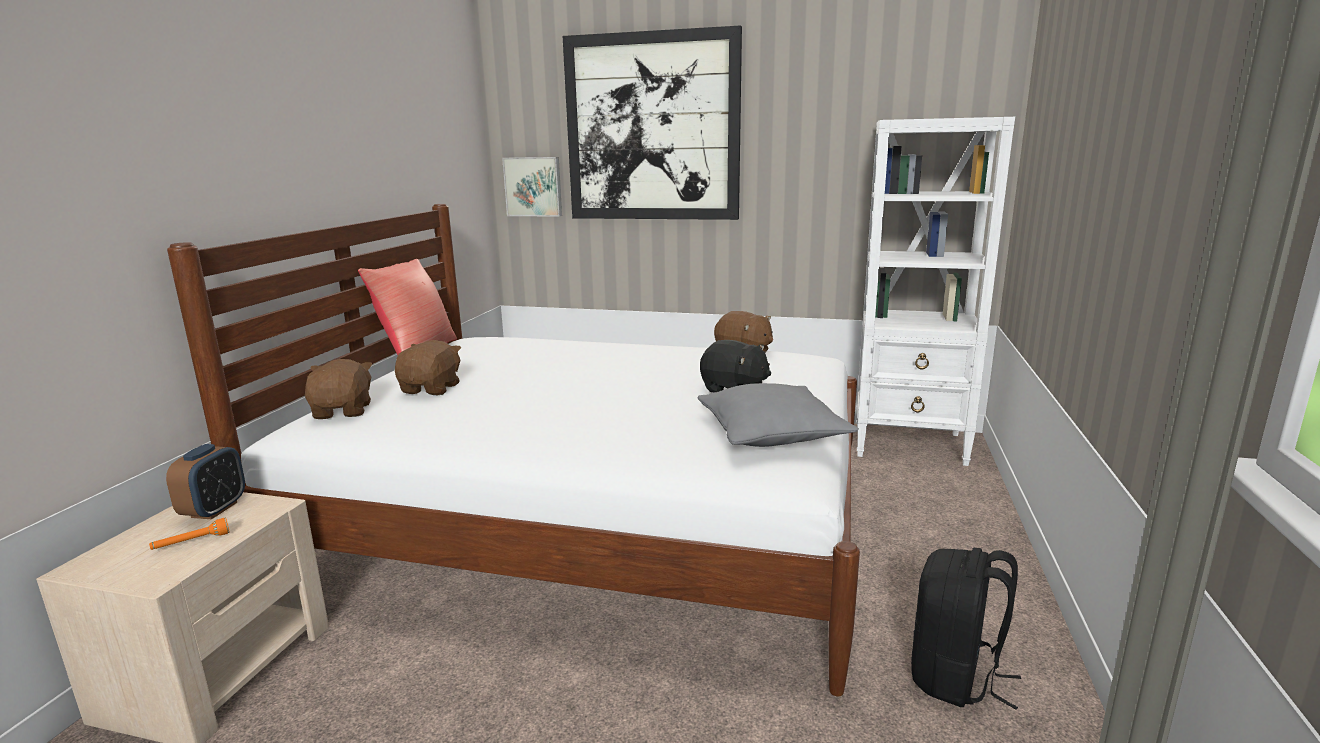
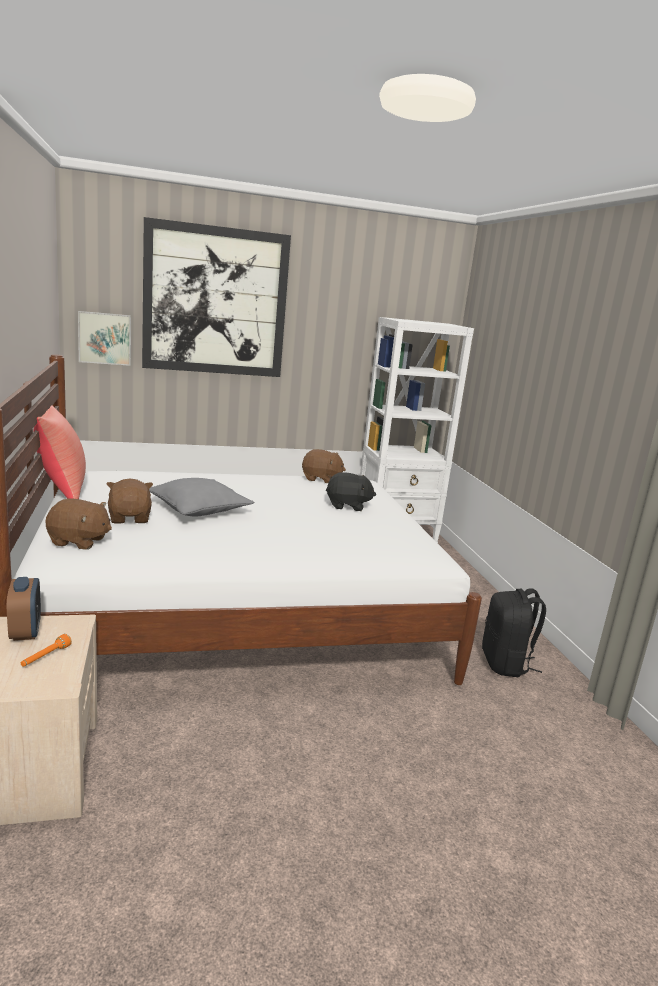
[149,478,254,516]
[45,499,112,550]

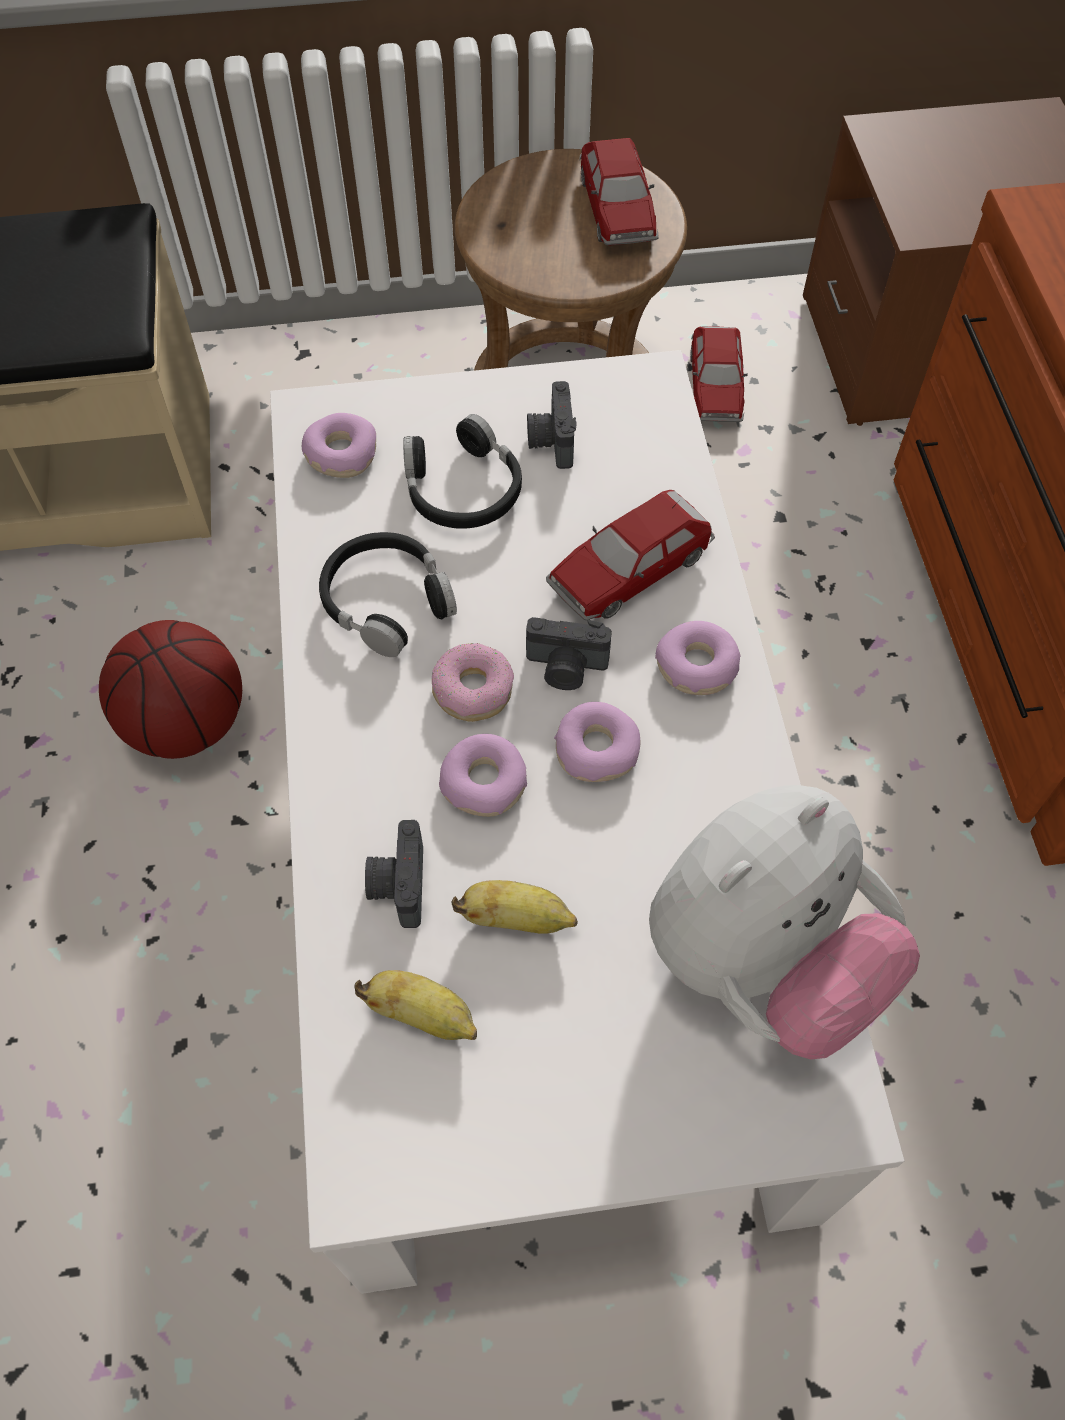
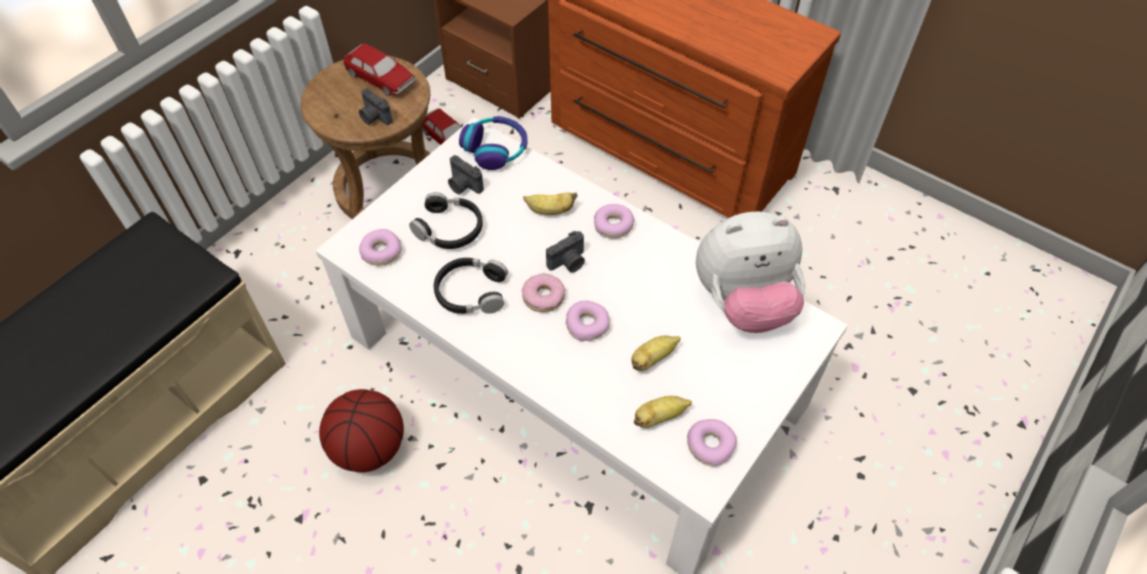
[459,116,528,170]
[359,88,393,125]
[687,419,737,466]
[523,192,578,215]
[696,212,805,333]

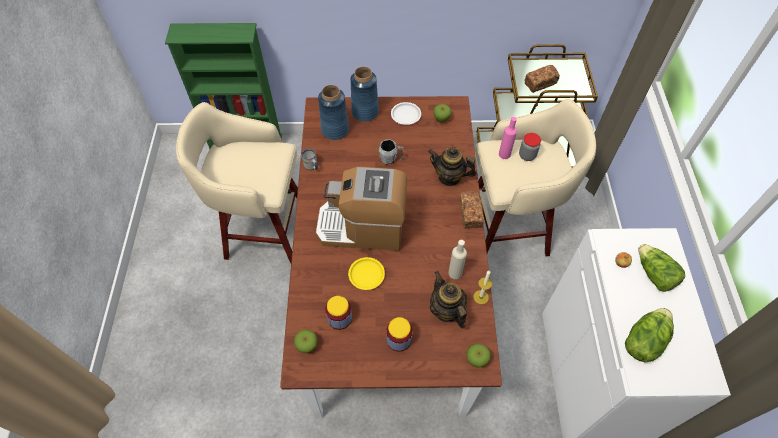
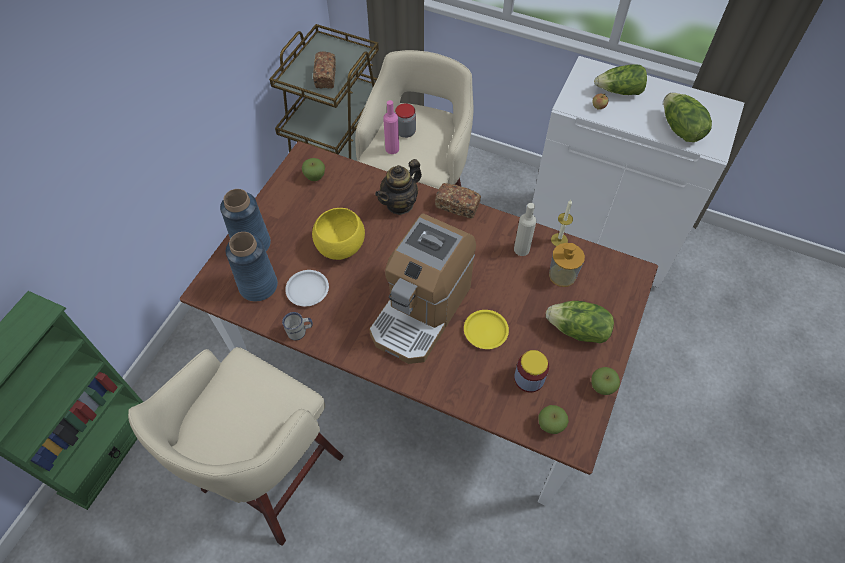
[285,270,329,306]
[591,367,620,395]
[312,208,365,260]
[546,301,614,343]
[549,243,585,287]

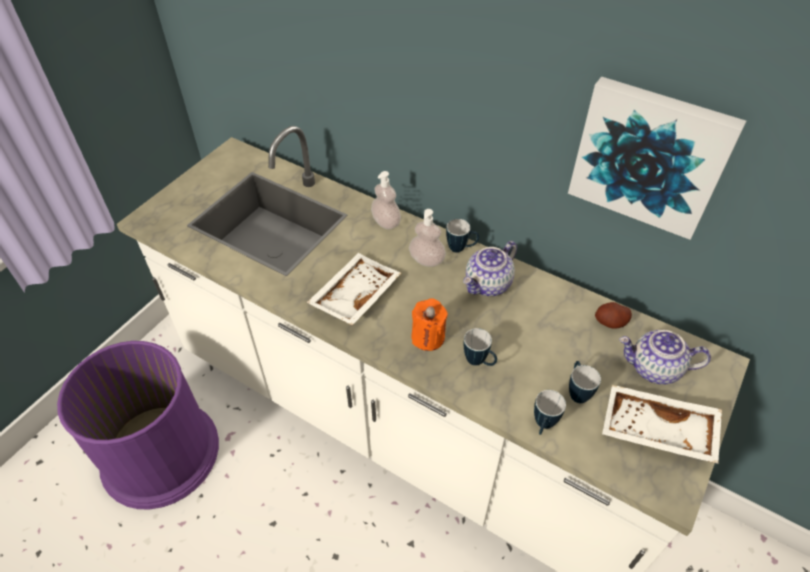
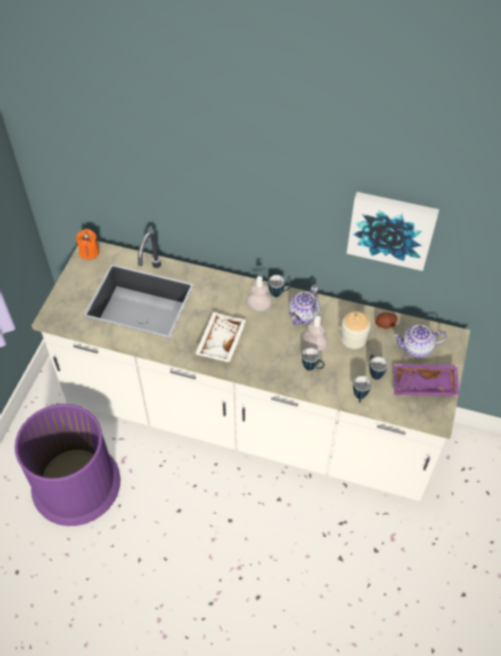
[340,311,370,349]
[303,316,328,352]
[76,229,99,260]
[394,364,459,396]

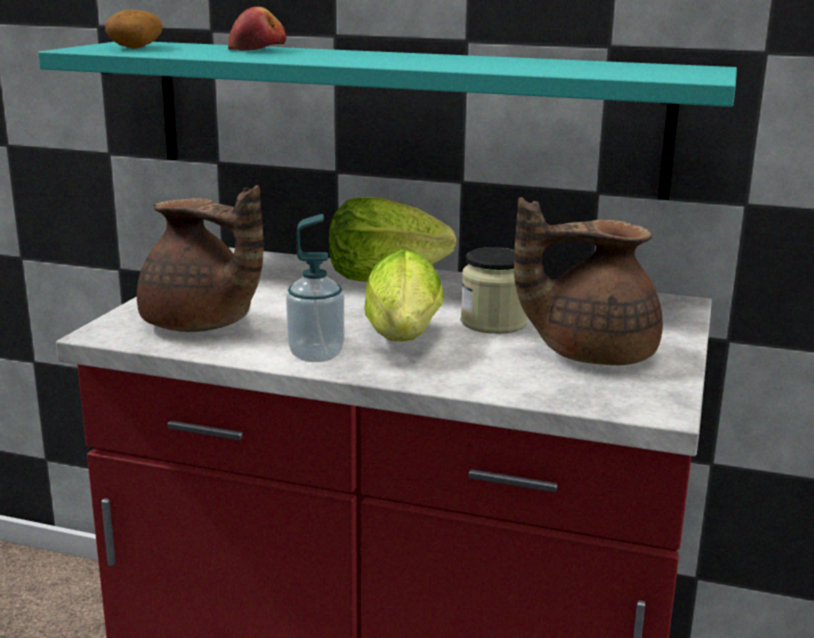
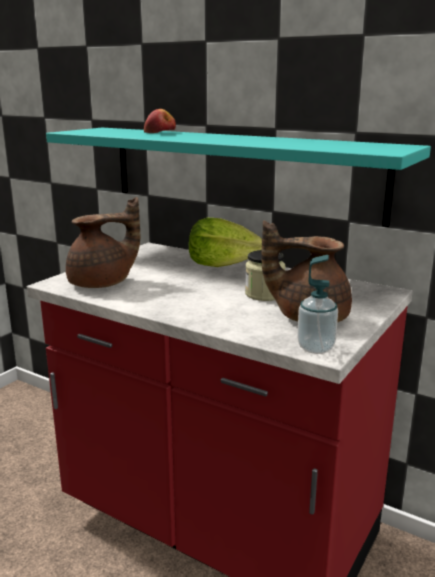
[105,10,163,49] (first image)
[365,250,444,341] (first image)
[297,255,338,354]
[66,197,140,288]

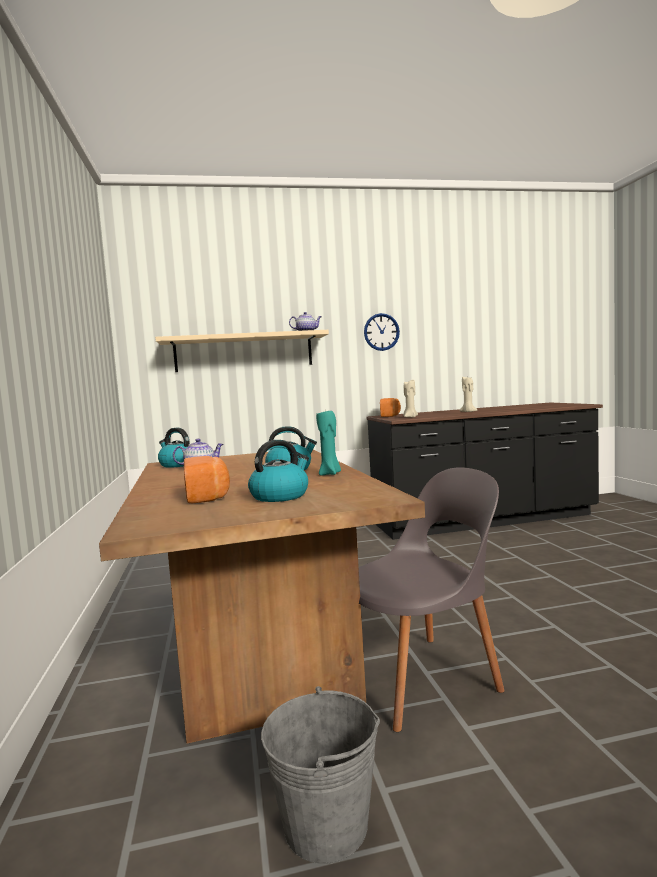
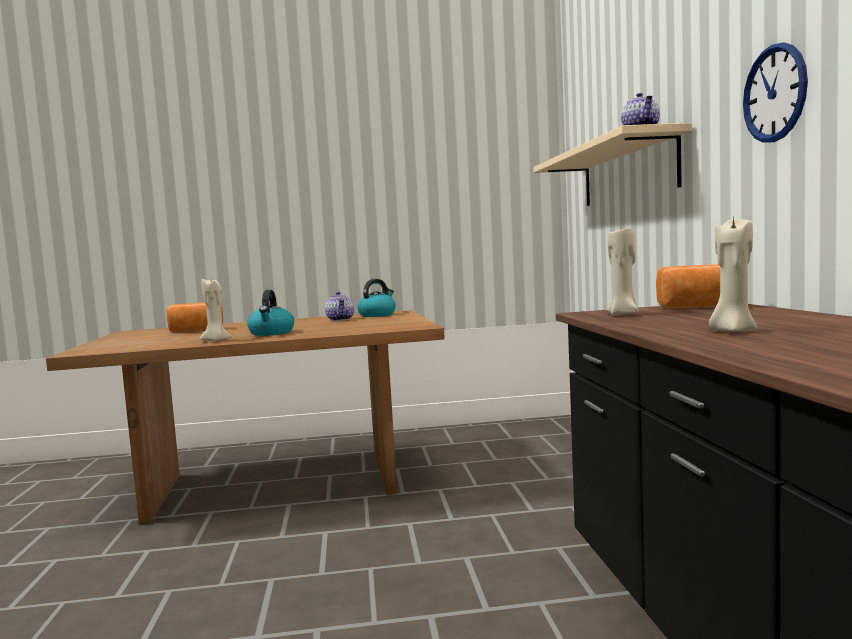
[248,440,309,502] (first image)
[261,686,380,863] (first image)
[359,467,504,732] (first image)
[200,279,232,341]

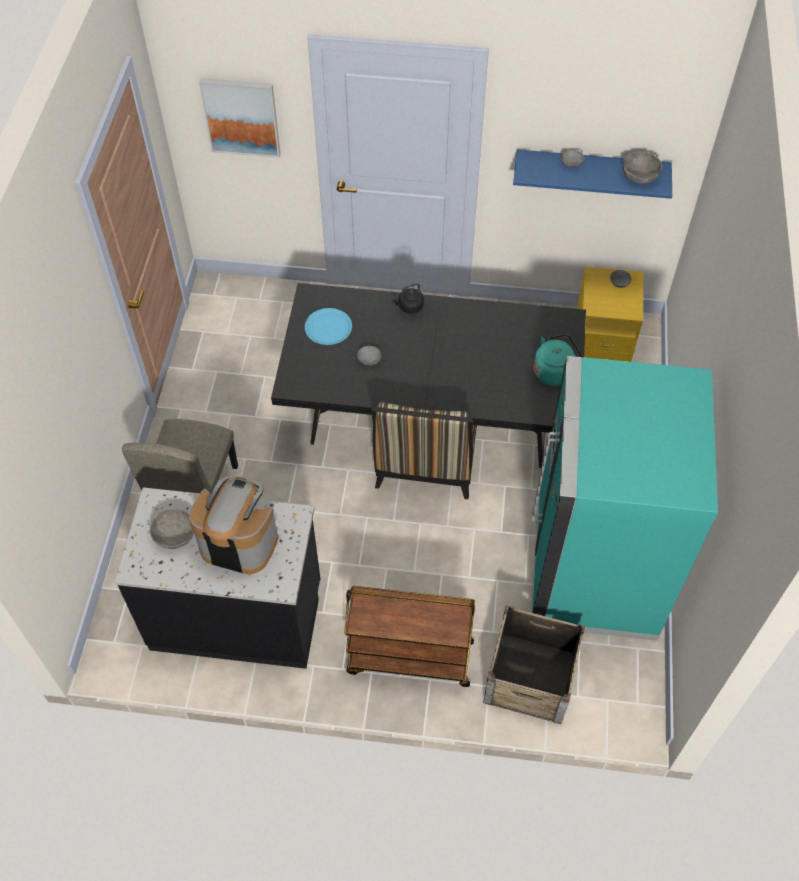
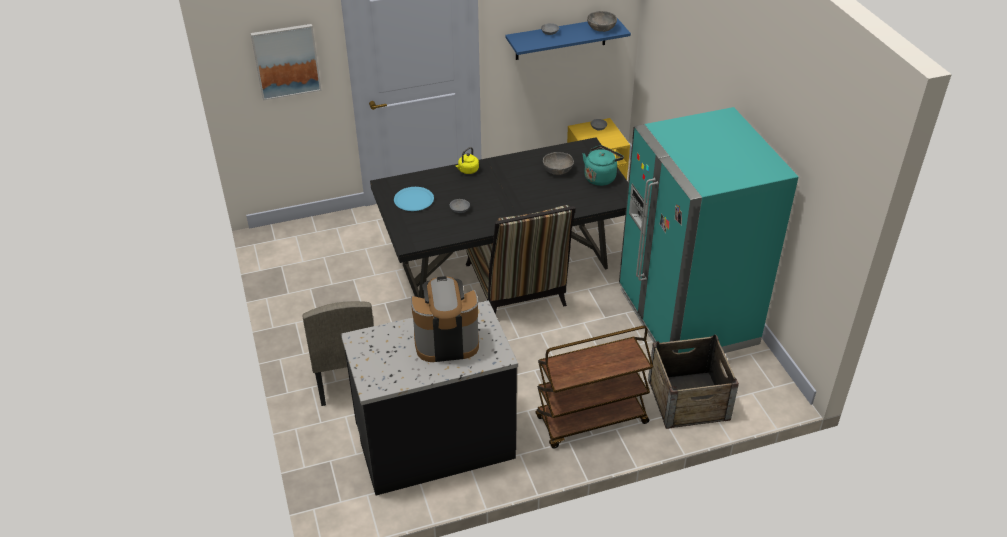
[543,152,574,175]
[455,147,479,174]

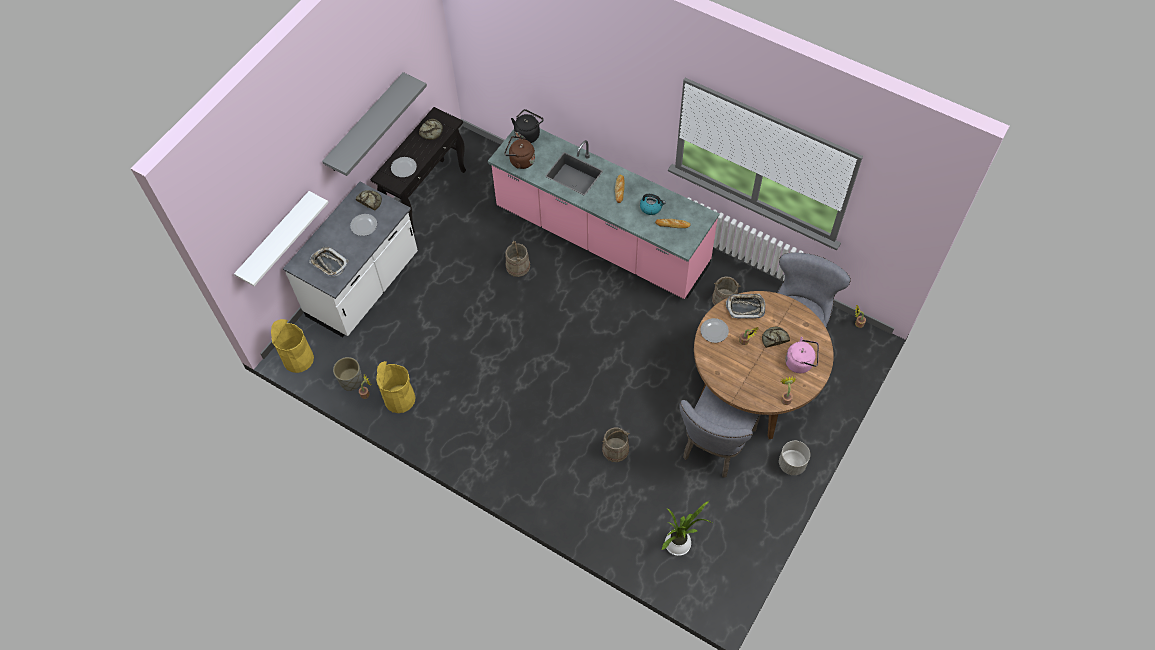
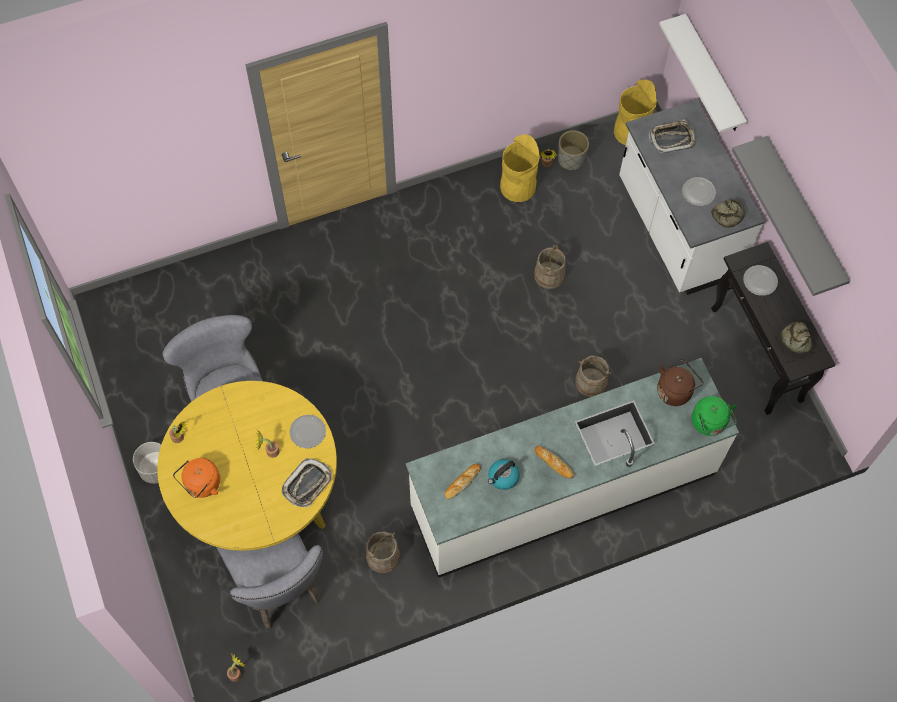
[662,501,712,556] (first image)
[762,327,790,348] (first image)
[534,244,566,289]
[406,358,739,578]
[692,396,737,436]
[157,381,337,551]
[173,458,220,498]

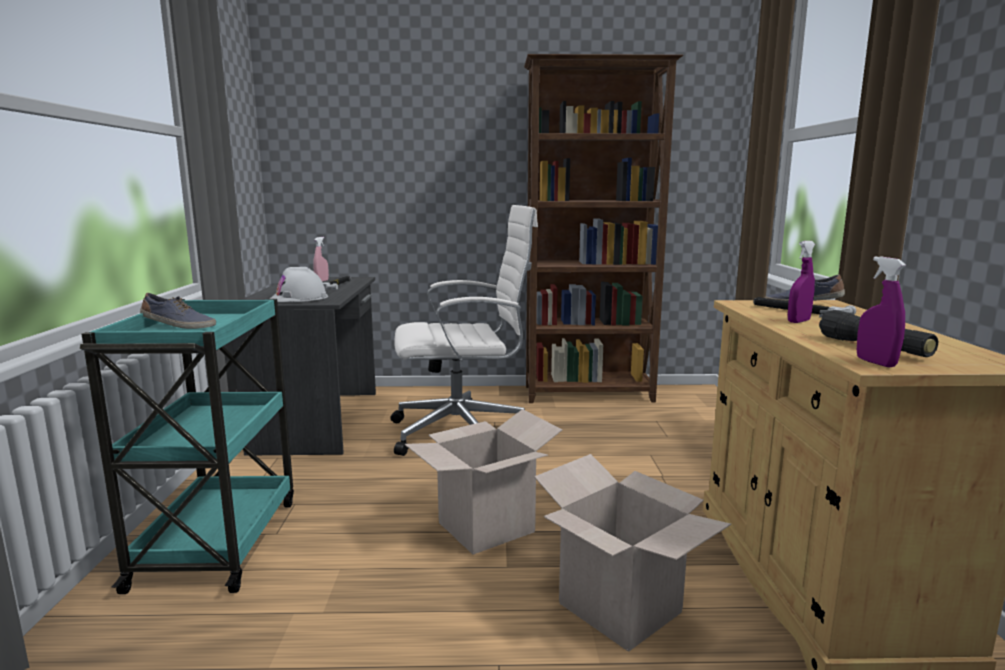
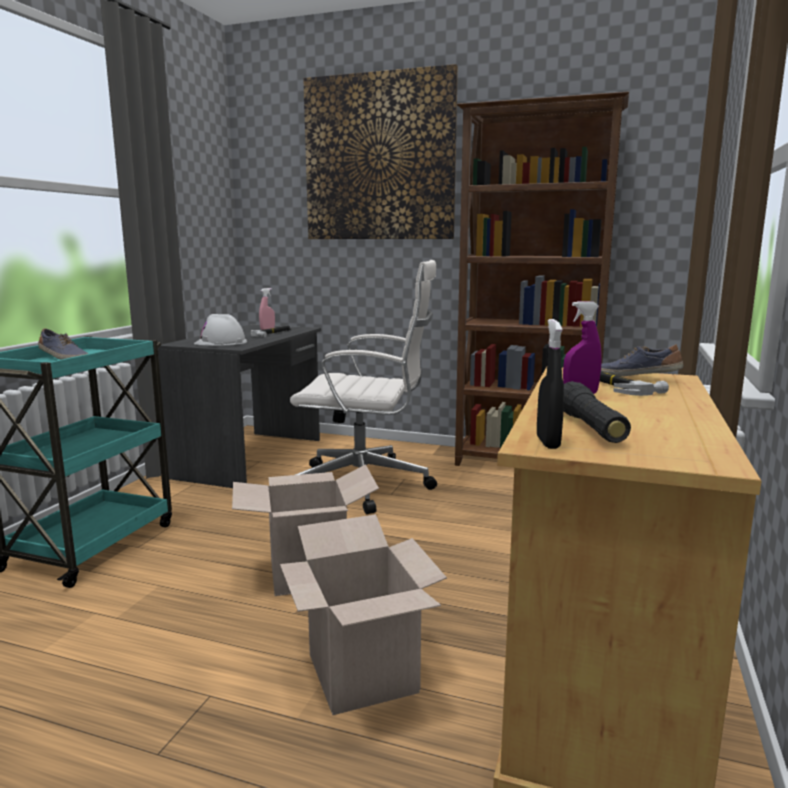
[303,64,458,239]
[537,319,564,449]

